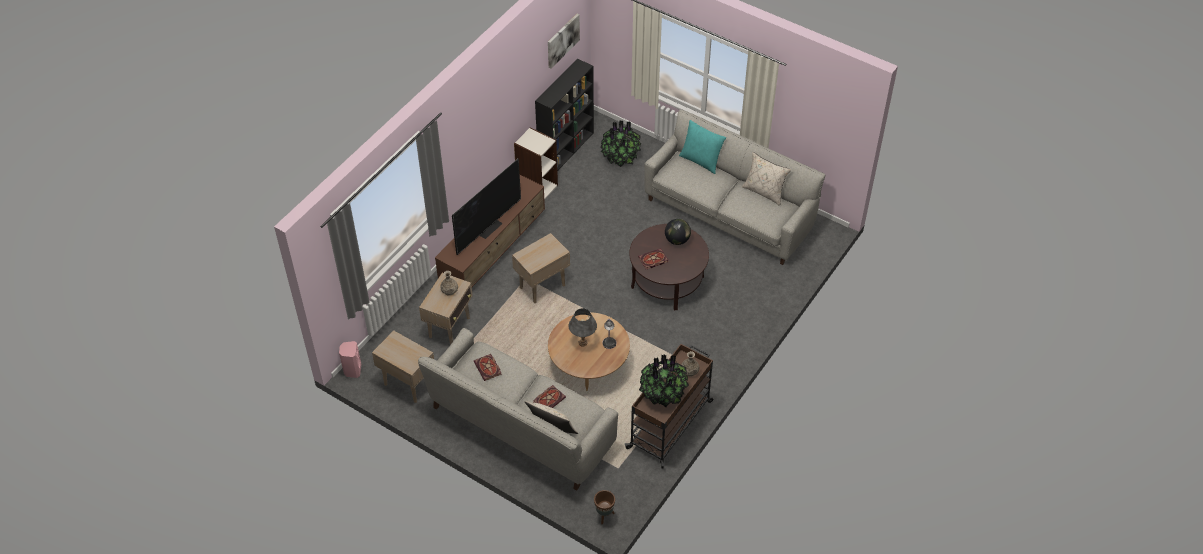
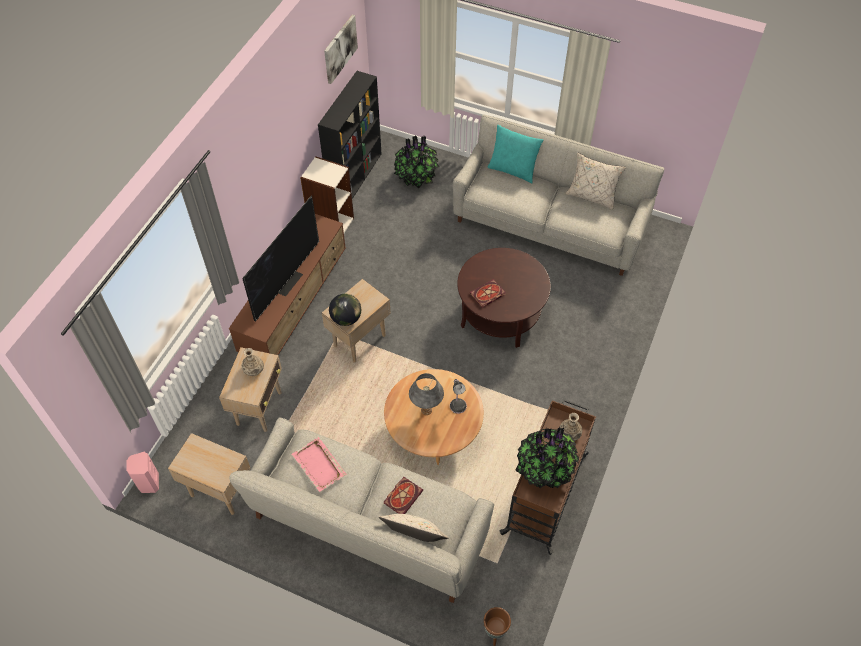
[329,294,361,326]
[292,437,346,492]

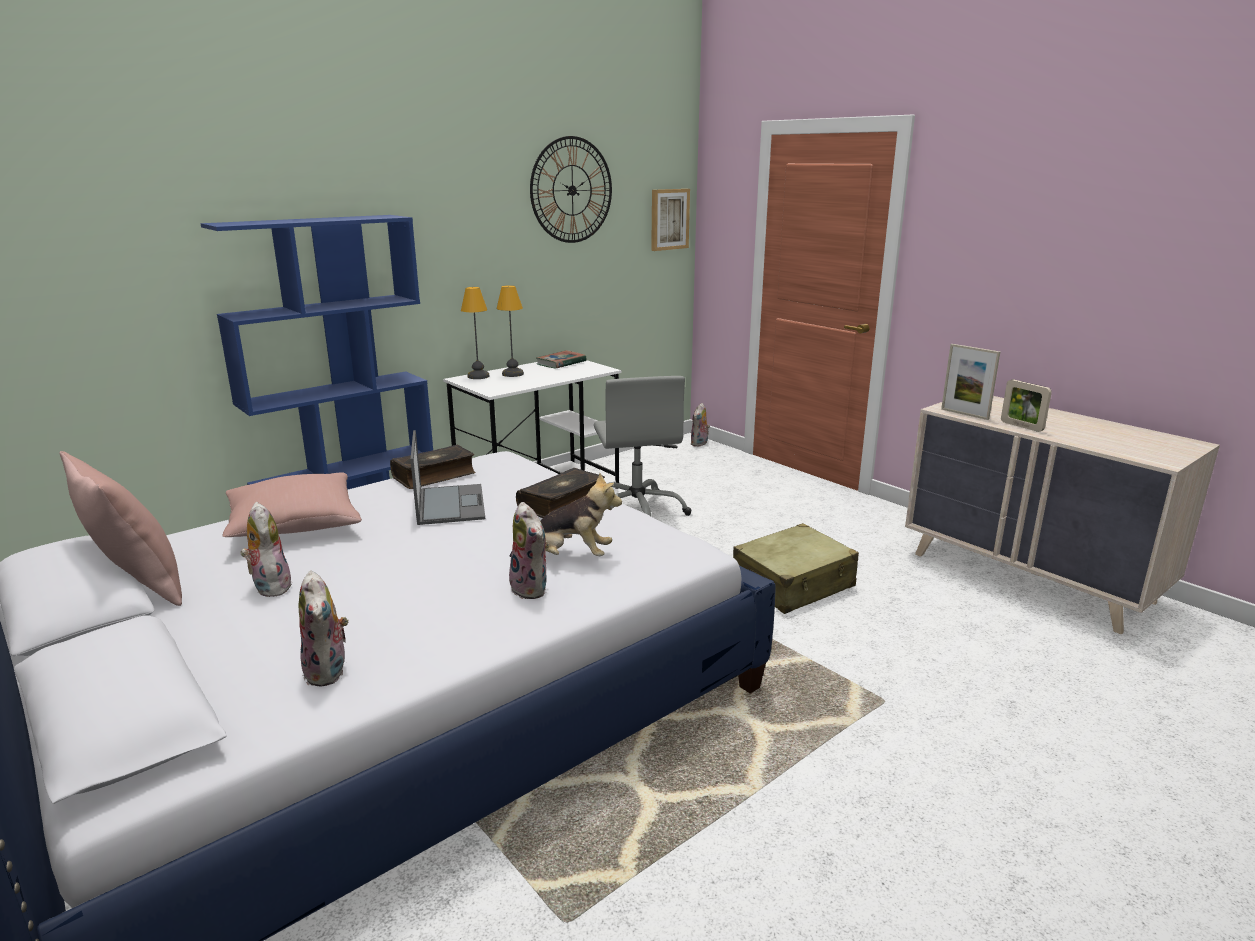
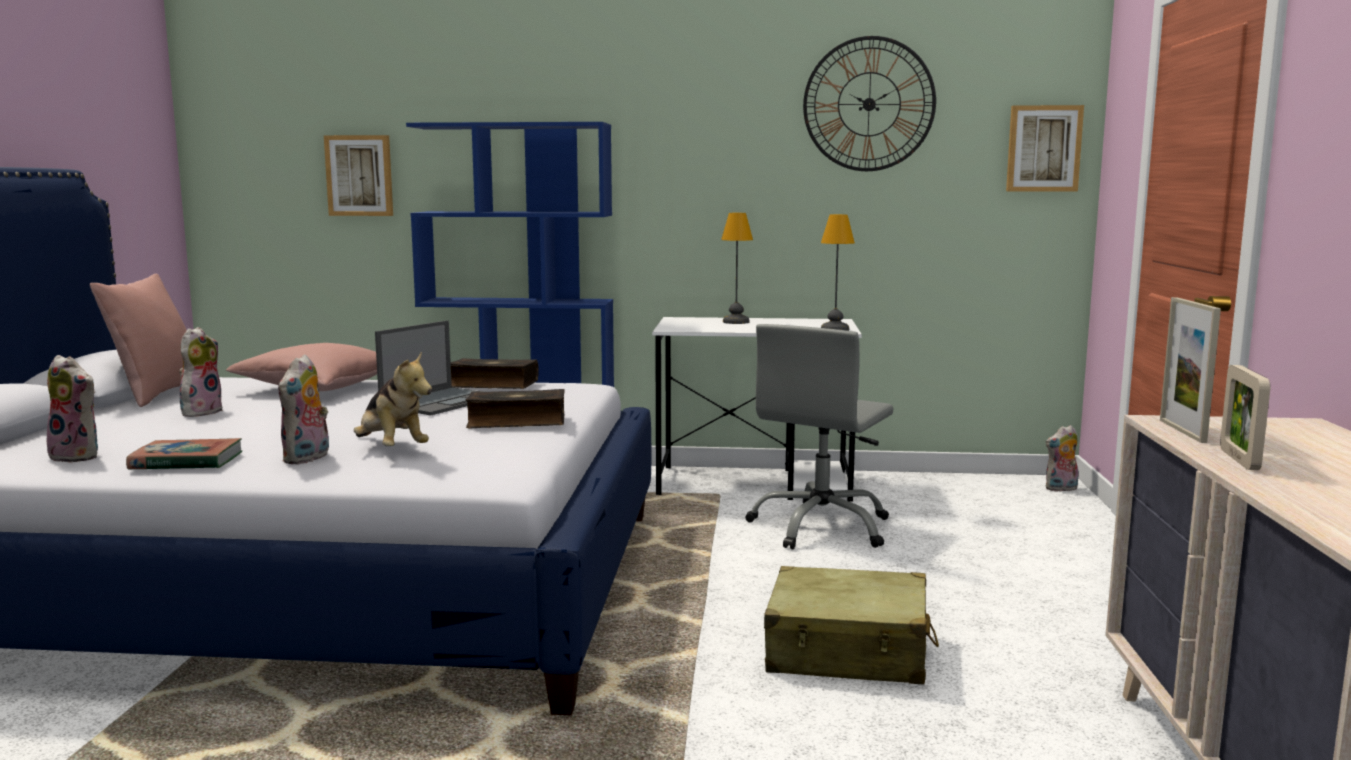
[324,135,393,216]
[821,214,855,331]
[126,438,242,469]
[47,355,98,463]

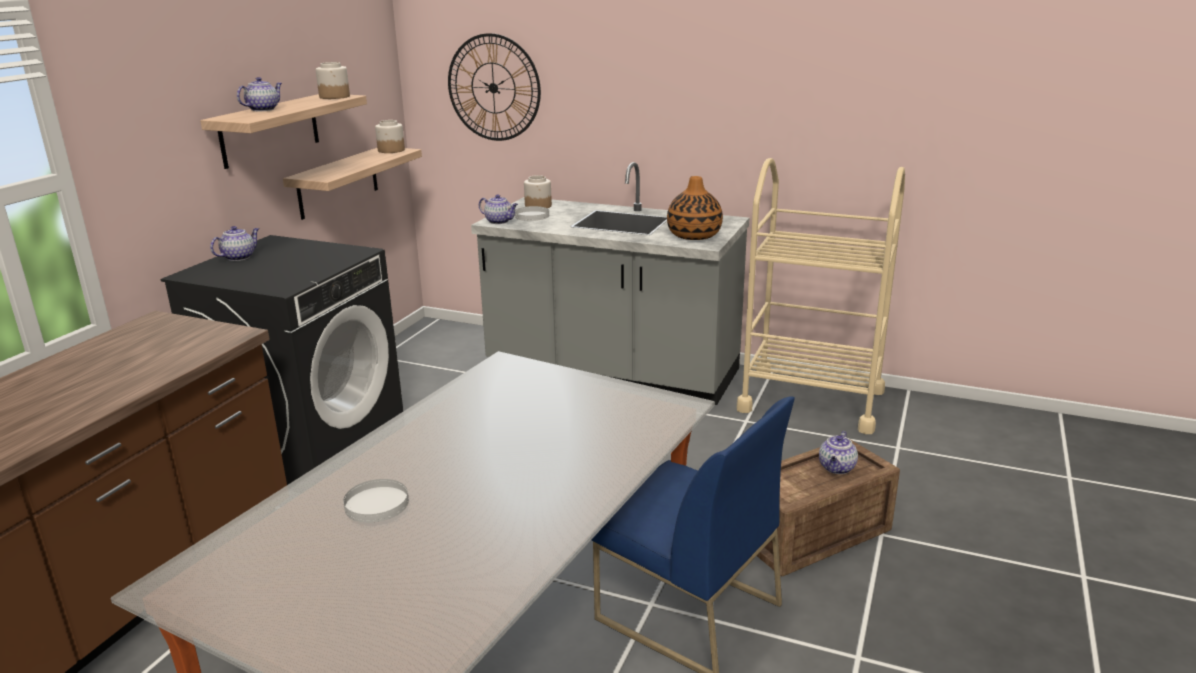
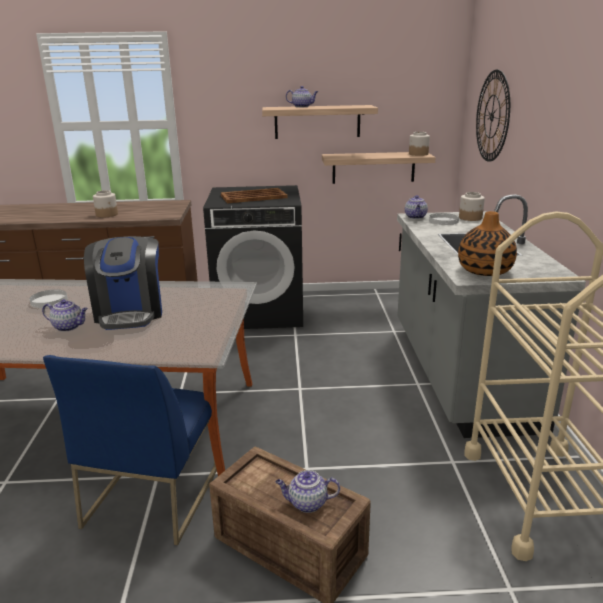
[84,236,162,330]
[221,188,288,203]
[42,299,88,332]
[93,190,118,217]

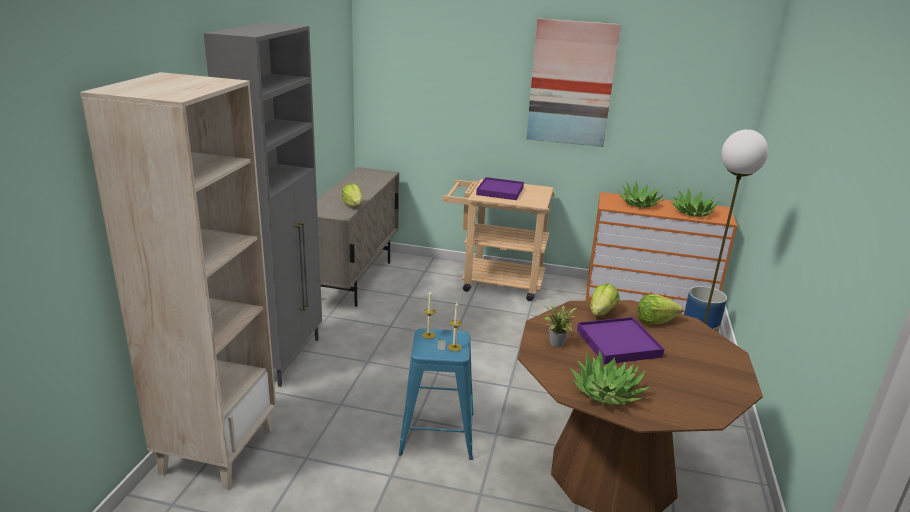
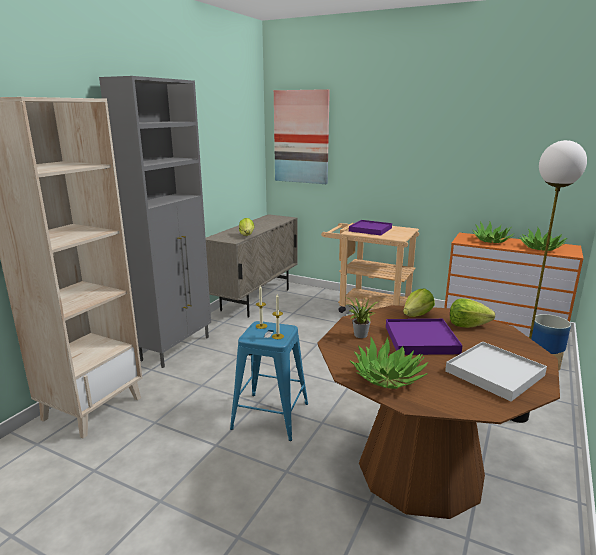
[445,341,547,401]
[274,89,330,184]

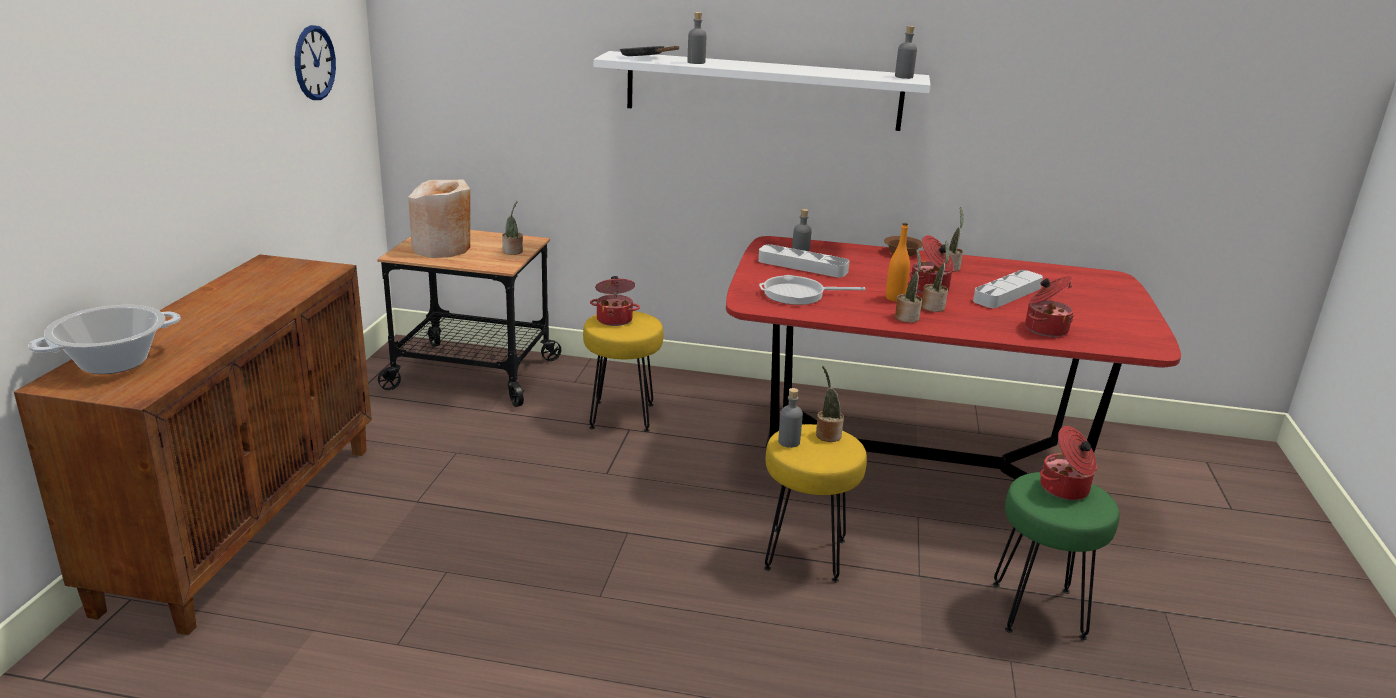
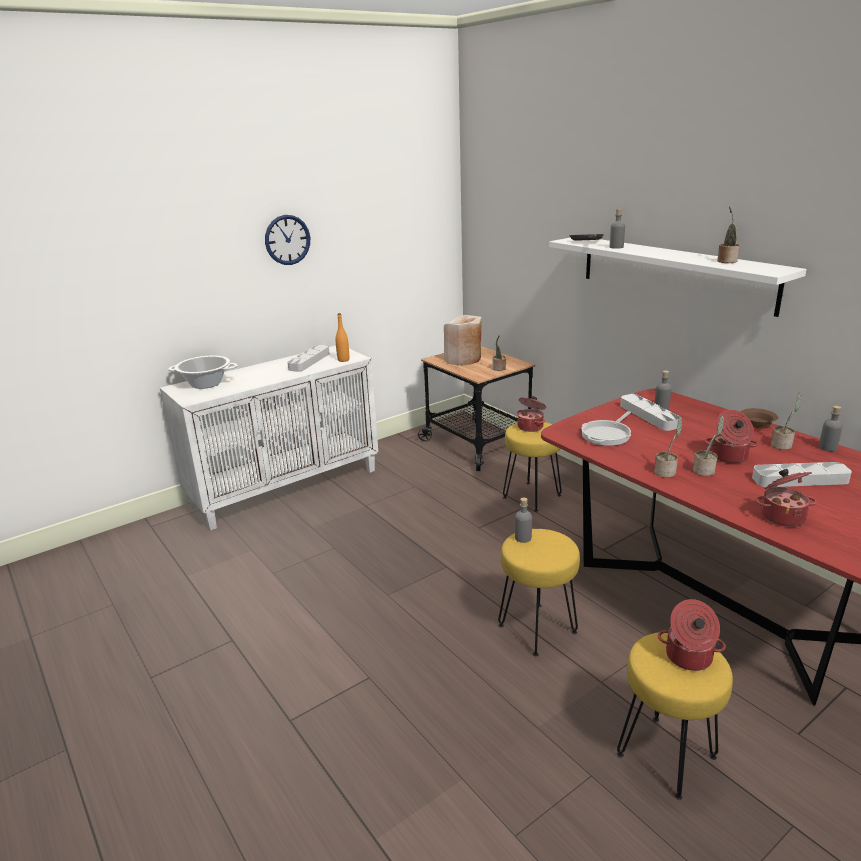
[287,345,329,372]
[265,215,310,265]
[717,206,740,263]
[336,313,349,362]
[819,406,843,451]
[160,345,378,530]
[617,632,733,800]
[582,411,631,446]

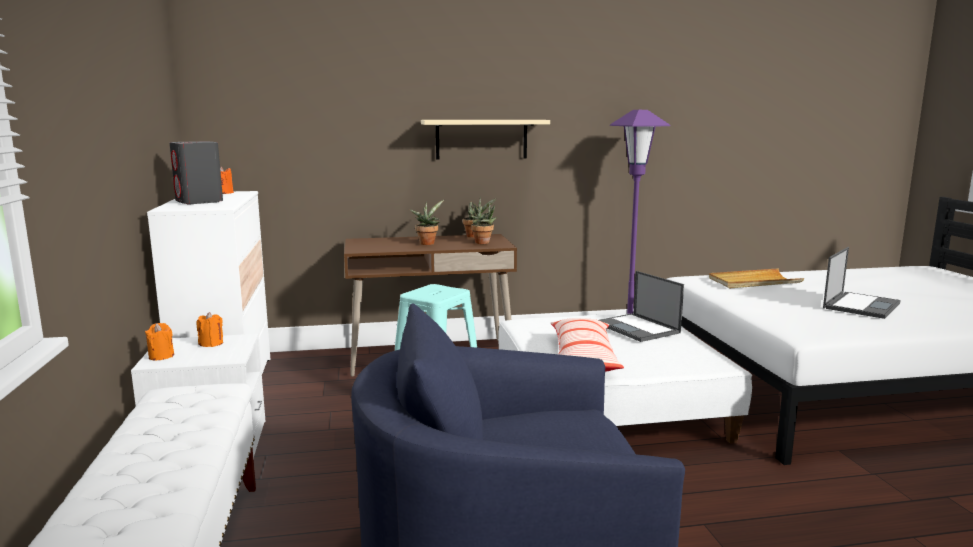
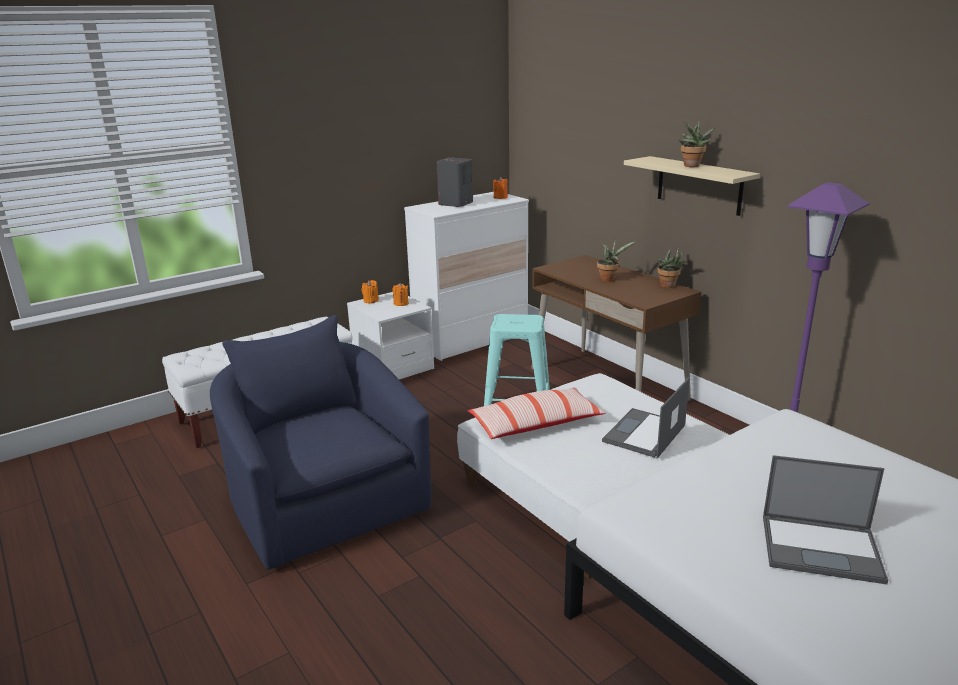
[709,268,804,288] (first image)
[679,120,715,167]

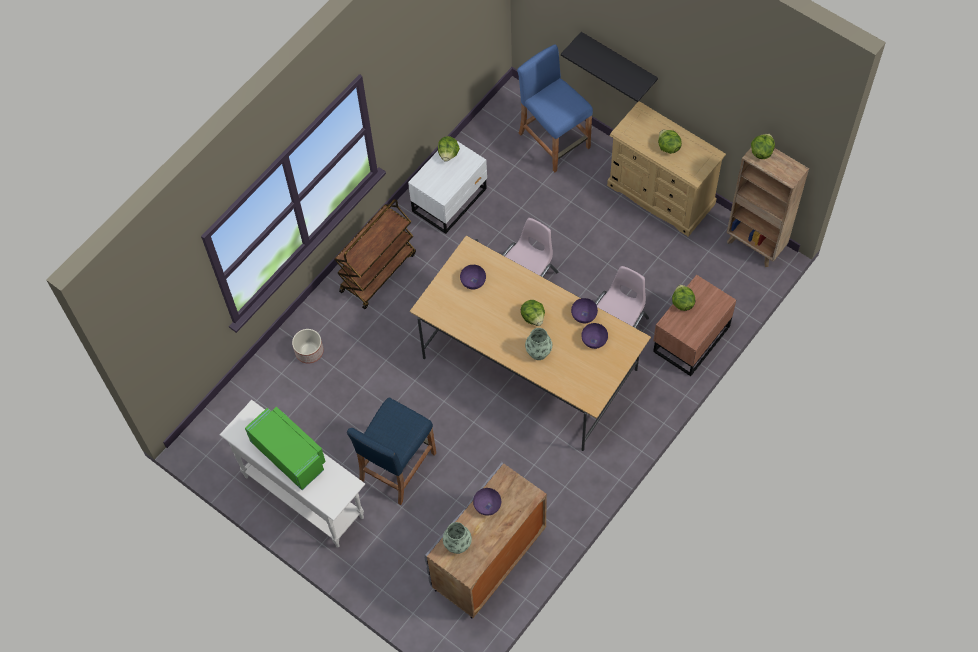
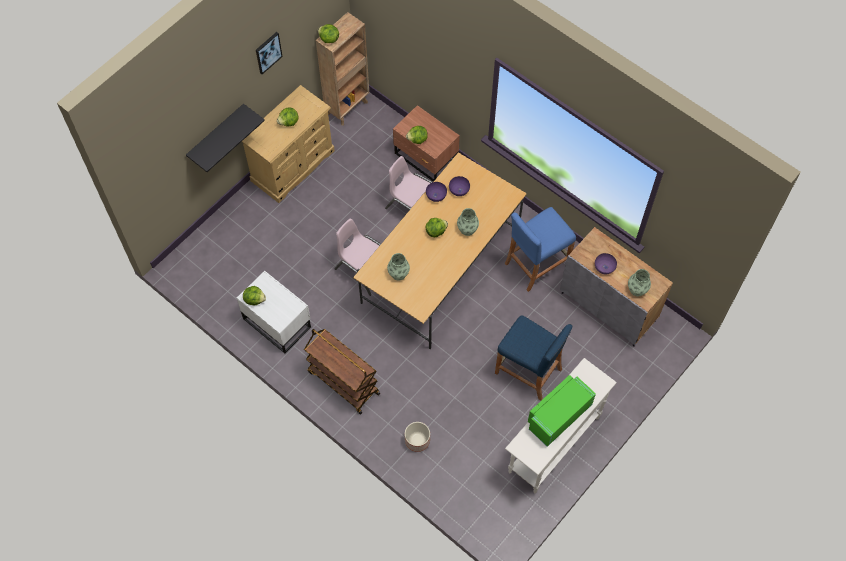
[256,32,283,74]
[505,207,576,292]
[387,253,410,281]

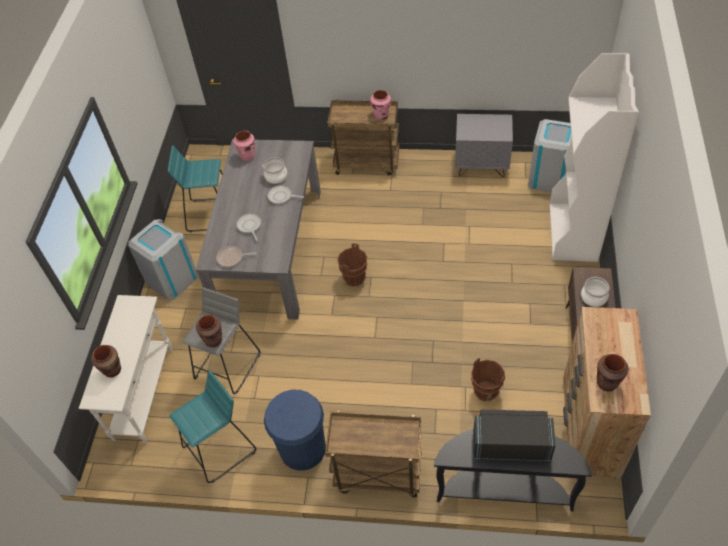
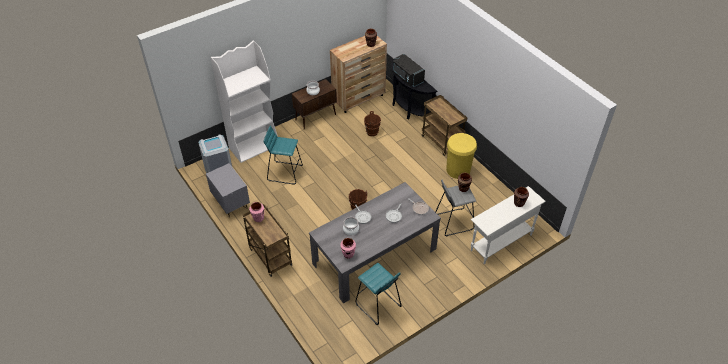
[128,219,198,300] (first image)
[263,126,303,185]
[446,133,477,179]

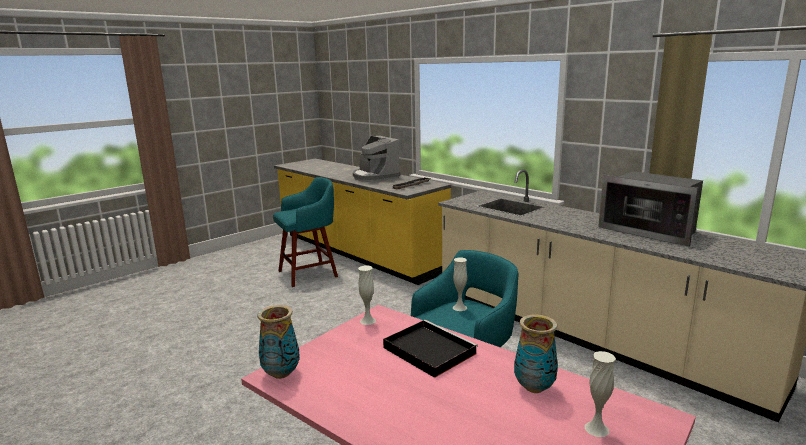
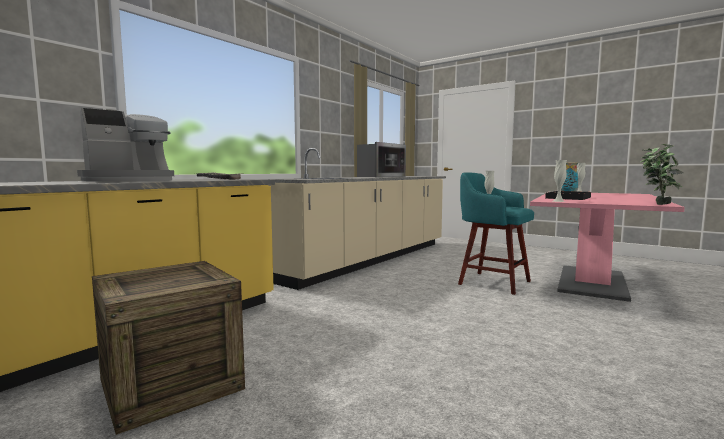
[640,144,684,205]
[92,261,245,435]

